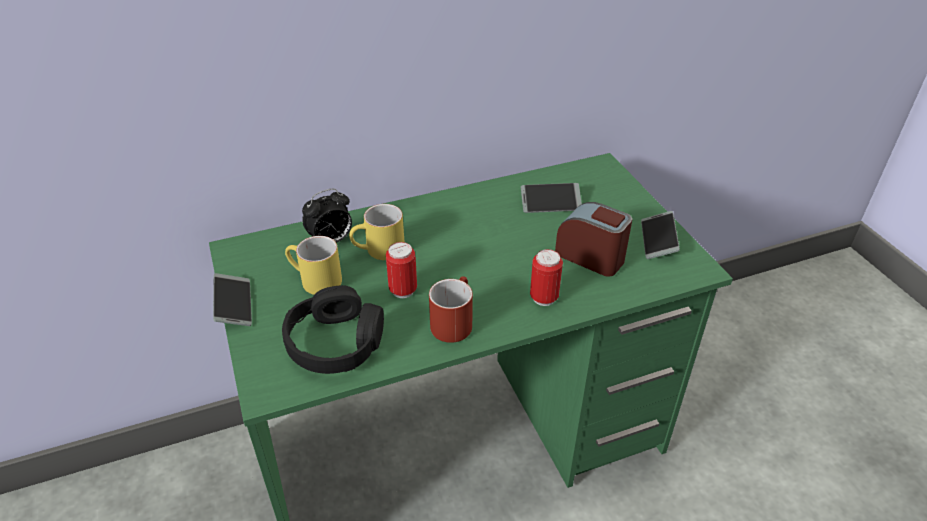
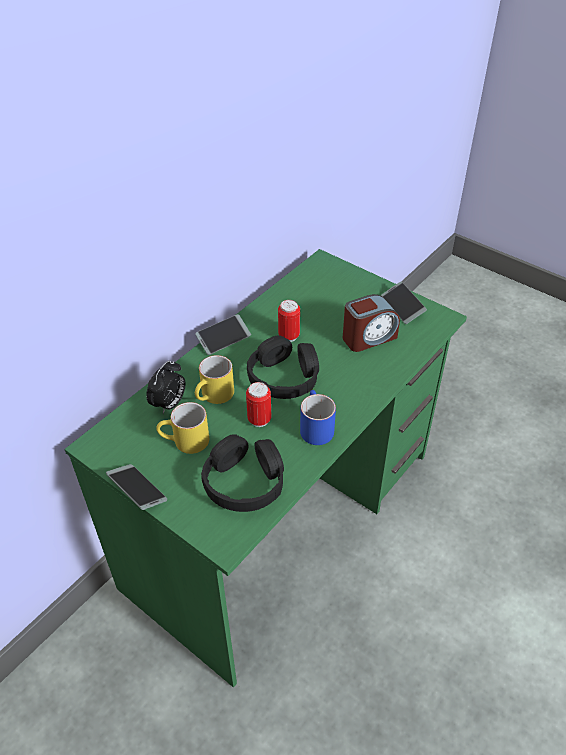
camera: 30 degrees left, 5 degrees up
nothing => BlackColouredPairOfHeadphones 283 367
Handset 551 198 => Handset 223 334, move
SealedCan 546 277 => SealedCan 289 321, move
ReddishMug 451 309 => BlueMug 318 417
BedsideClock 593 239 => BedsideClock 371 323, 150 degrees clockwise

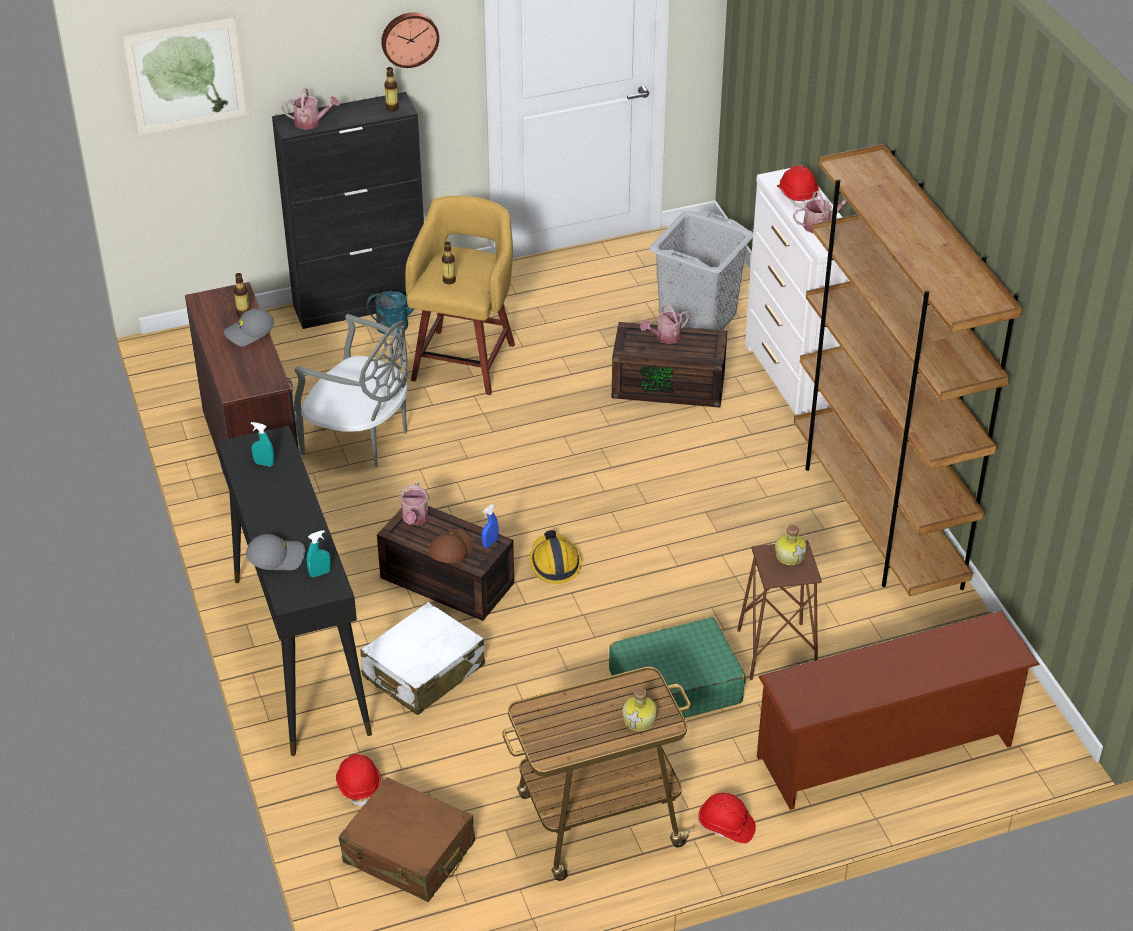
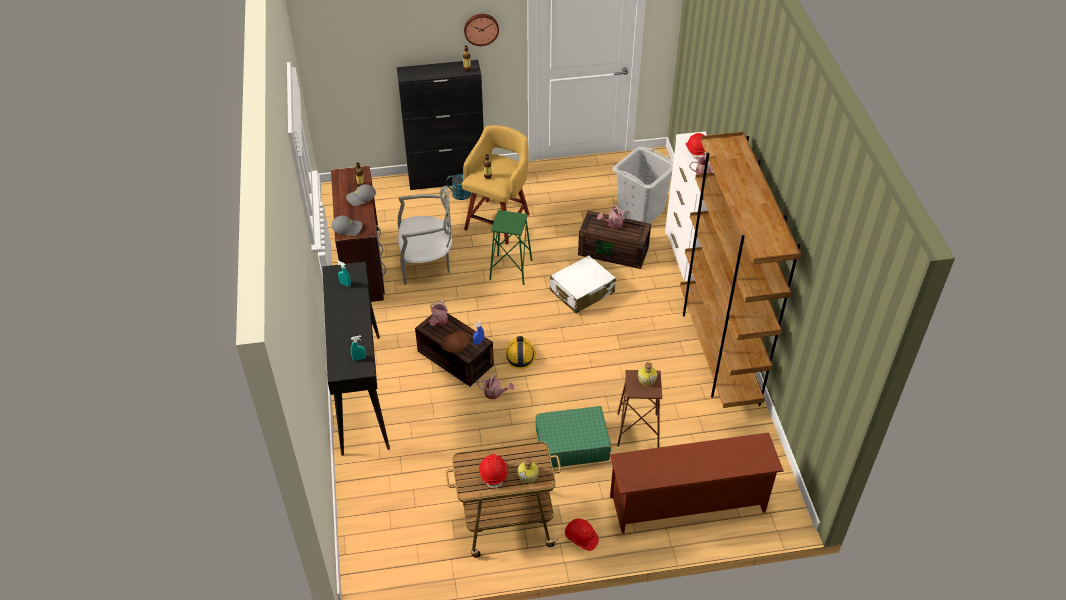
camera: 10 degrees right, 5 degrees up
WallPicture 184 76 => nothing
BrownColouredPieceOfLuggage 407 839 => nothing
nothing => GreenStoolSeat 510 247
GreyCap 275 552 => GreyCap 347 226, move
SprinklingCan 310 108 => SprinklingCan 495 386, move
ReddishWorkHelmet 358 780 => ReddishWorkHelmet 493 471, move
WhitishPieceOfLuggage 422 658 => WhitishPieceOfLuggage 583 284, move
GreyPlainChair 351 390 => GreyPlainChair 424 235, 45 degrees counterclockwise

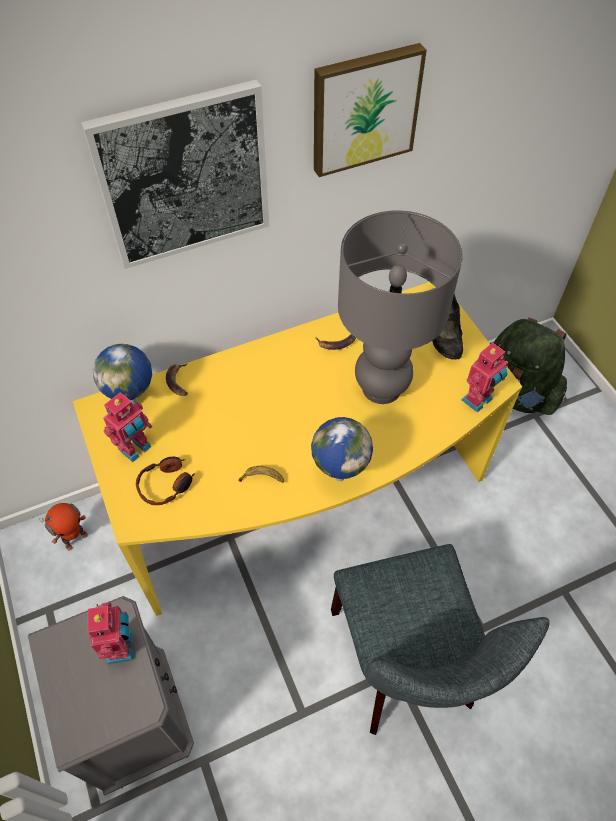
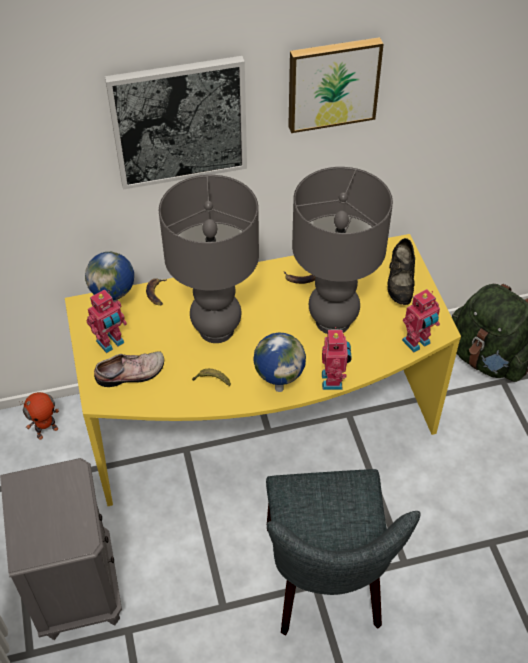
camera: 10 degrees right, 5 degrees down
nothing => GreyTableLamp 209 259
RobotFigure 110 634 => RobotFigure 336 358, move
PairOfHeadphones 165 481 => Shoe 129 369

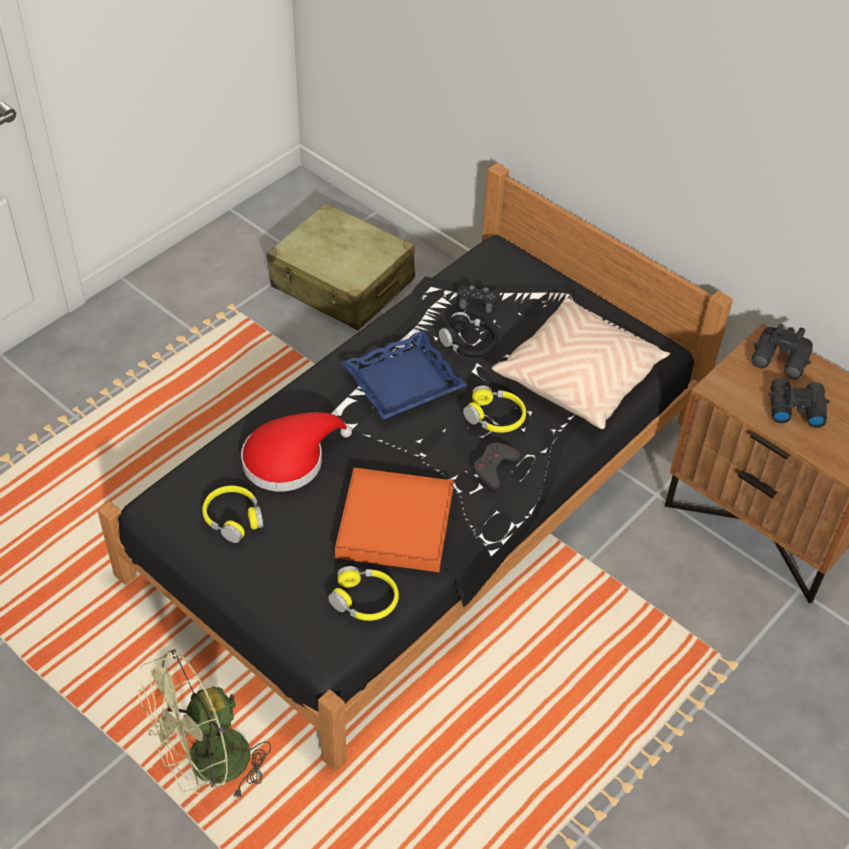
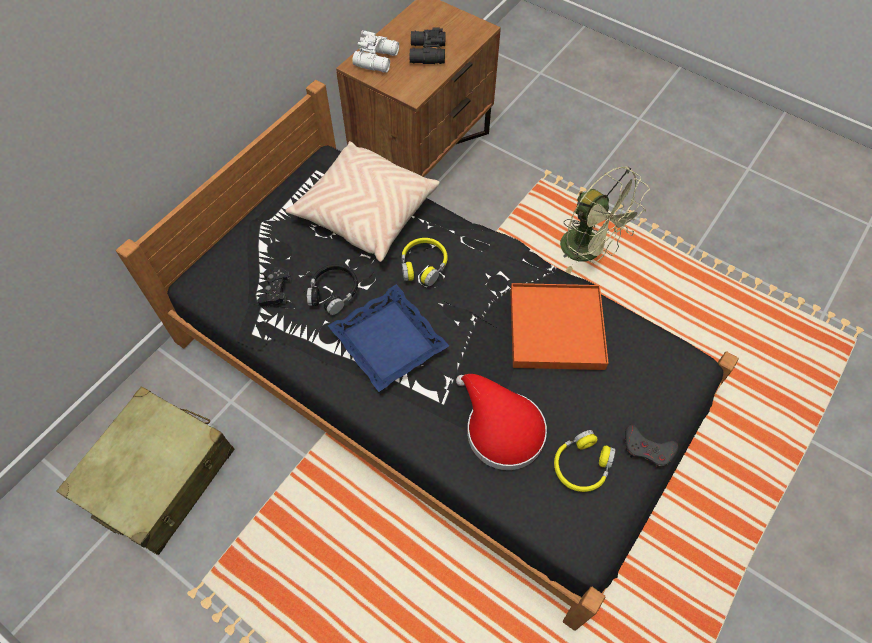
camera: 95 degrees left, 10 degrees up
YellowishPairOfHeadphones 363 593 => nothing
GreenFan 204 725 => GreenFan 605 220, move
GreyGamepad 497 466 => GreyGamepad 651 446, move
BlackColouredBinoculars 782 351 => WhitishBinoculars 376 51

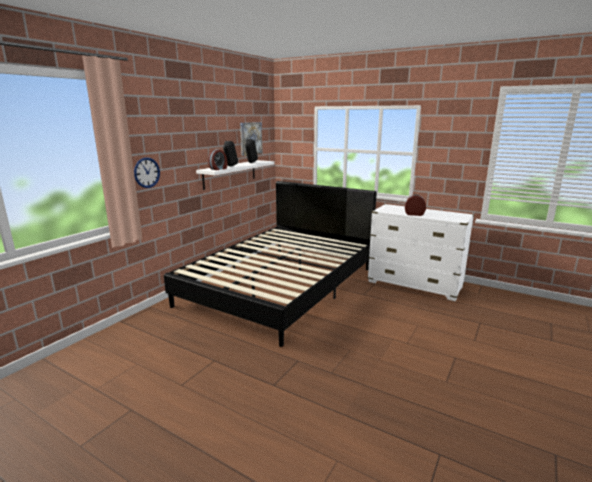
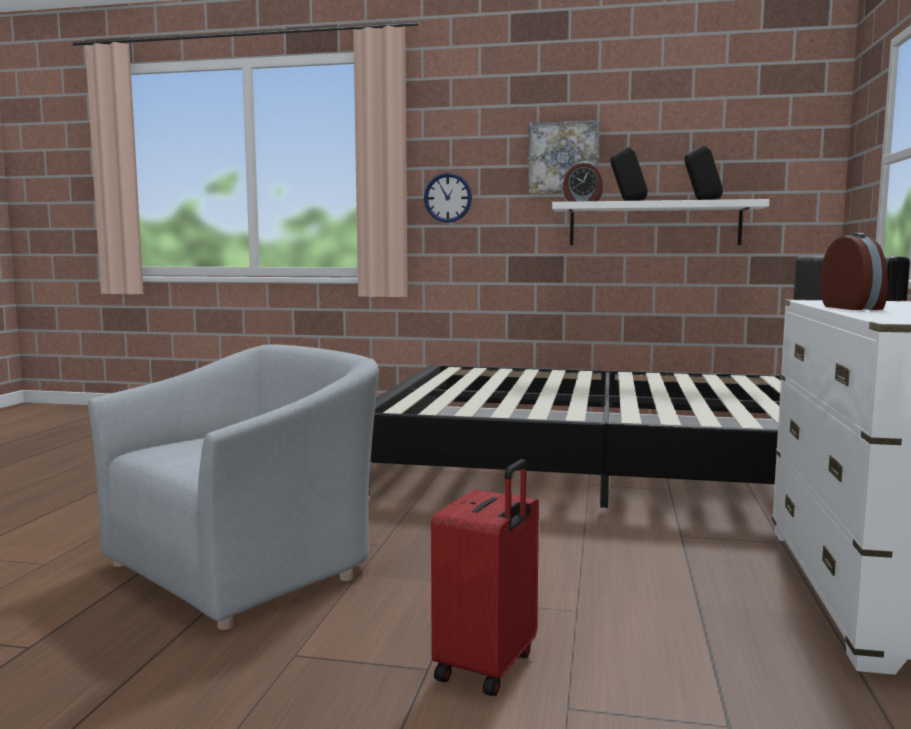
camera: 70 degrees right, 10 degrees down
nothing => GreyEasyChair 233 487
nothing => ReddishPieceOfLuggage 485 577
WallPicture 251 139 => WallPicture 564 157, move

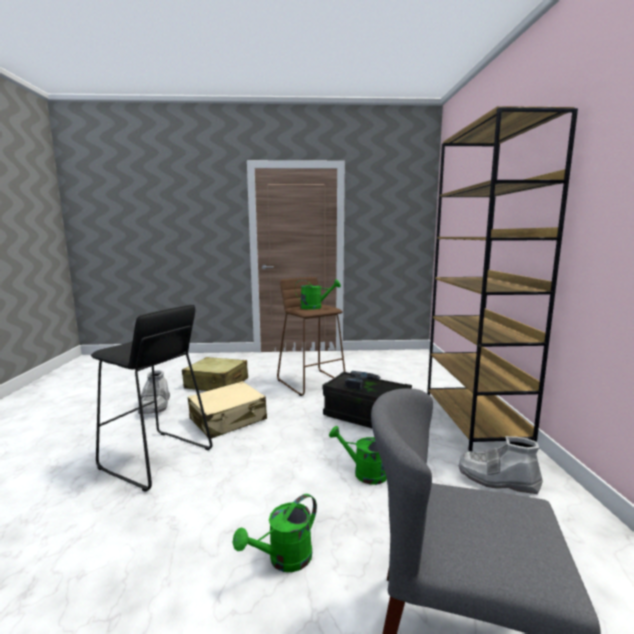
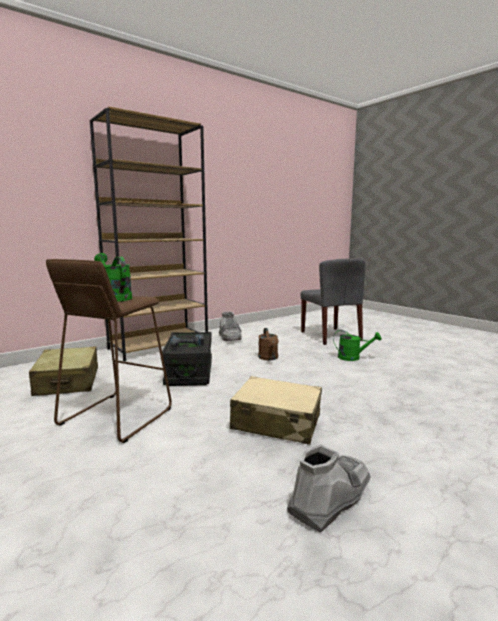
camera: 125 degrees left, 0 degrees up
BlackColouredStoolSeat 151 398 => nothing
BeigeColouredPieceOfLuggage 215 374 => BeigeColouredPieceOfLuggage 63 371, move
GreenSprinklingCan 358 455 => BrownColouredSprinklingCan 268 344

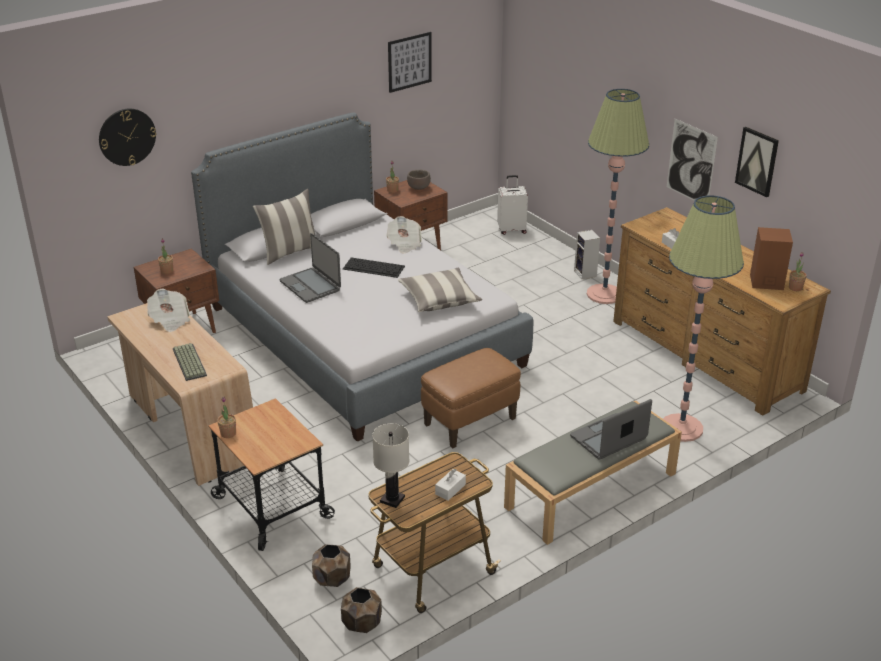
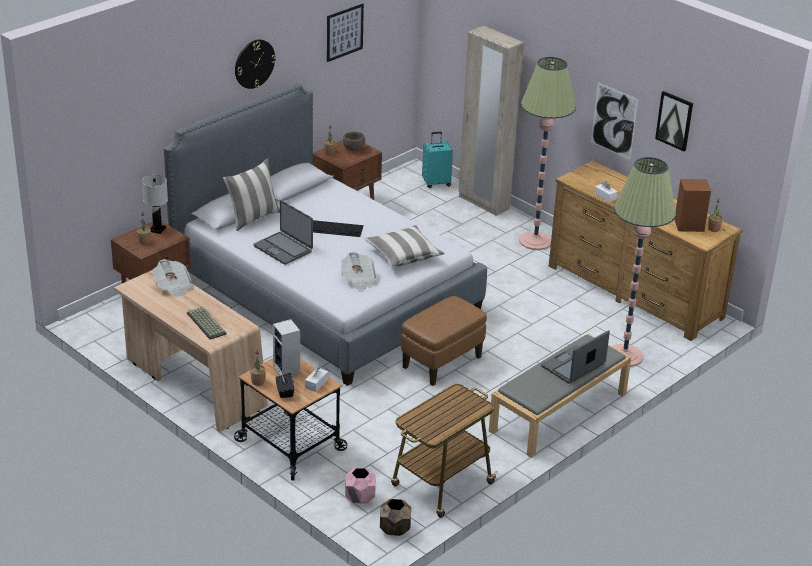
camera: 10 degrees left, 0 degrees up
nothing => BlackColouredTissueHolder 285 385
nothing => BeigeColouredWardrobe 491 121
ClockOnTheWall 127 137 => ClockOnTheWall 255 64, move
WhitishTableLamp 390 465 => WhitishTableLamp 155 204, move
Newspaper 404 235 => Newspaper 359 271, move
WhitishTissueHolder 450 485 => WhitishTissueHolder 316 379, move
AudioSpeaker 587 254 => AudioSpeaker 286 347, move
BrownColouredPlanter 331 565 => PinkishPlanter 360 486
WhitishPieceOfLuggage 512 205 => TurquoiseColouredPieceOfLuggage 437 160

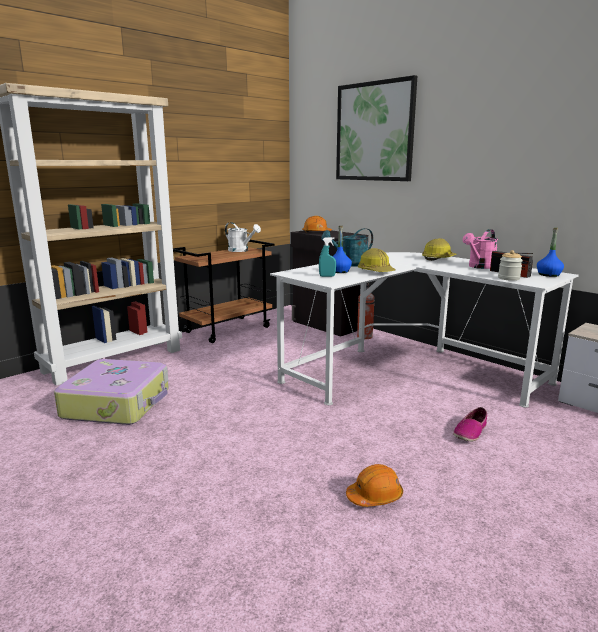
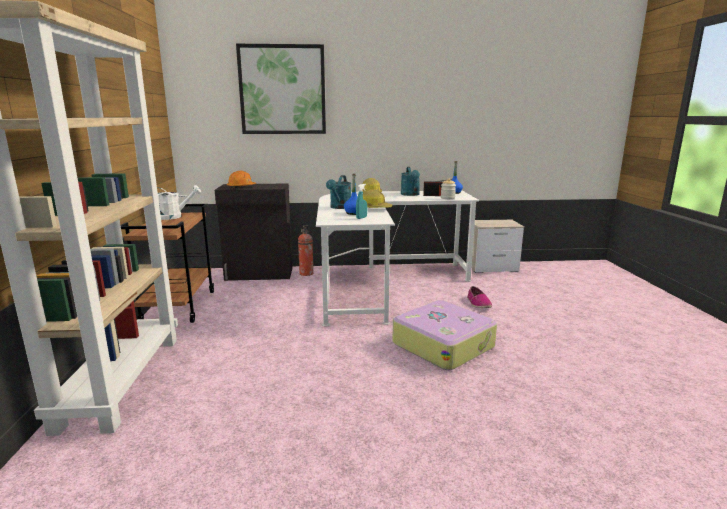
camera: 50 degrees left, 0 degrees up
OrangeColouredWorkHelmet 374 485 => nothing
PieceOfLuggage 111 392 => PieceOfLuggage 444 335, move
PinkishSprinklingCan 480 249 => TurquoiseColouredSprinklingCan 410 181

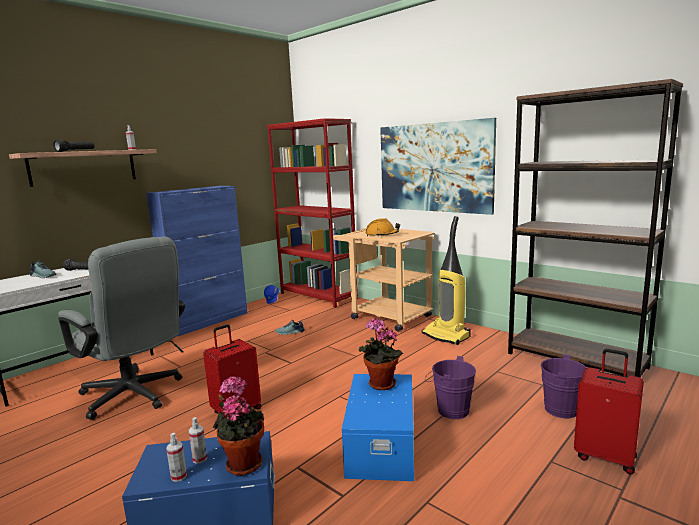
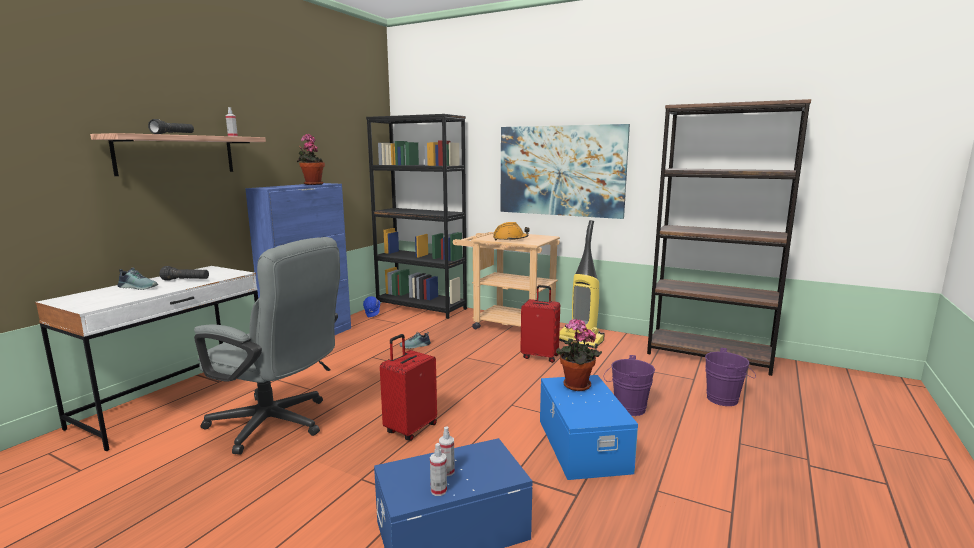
camera: 15 degrees left, 0 degrees up
PlantInAPot 238 426 => PlantInAPot 311 159, move
ReddishPieceOfLuggage 609 411 => ReddishPieceOfLuggage 540 324, move
ReddishBookcase 312 213 => BlackColouredBookcase 416 216

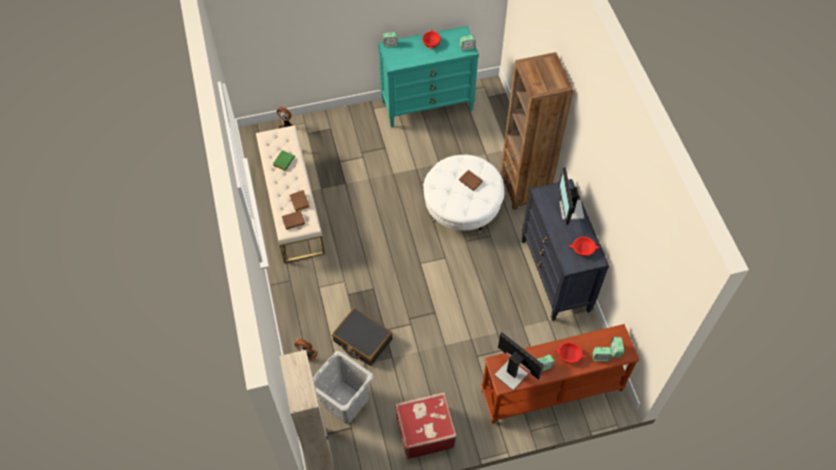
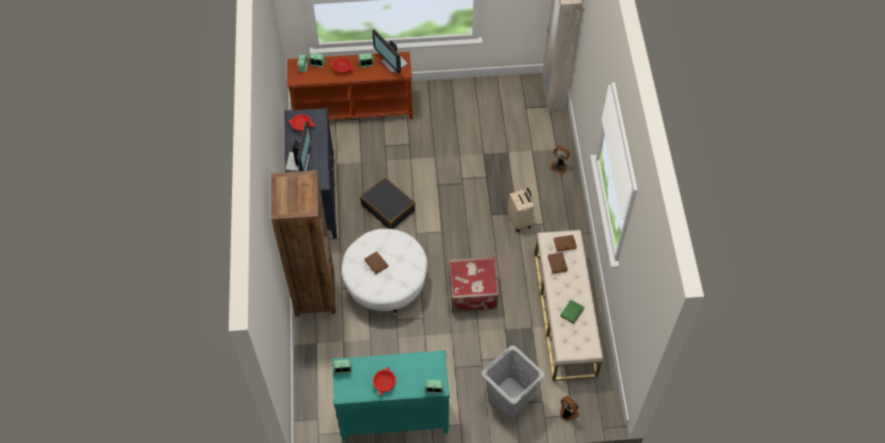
camera: 170 degrees left, 0 degrees up
nothing => BeigeColouredPieceOfLuggage 521 210
GreyWashingBasket 343 387 => GreyWashingBasket 513 381, move
BlackColouredPieceOfLuggage 362 337 => BlackColouredPieceOfLuggage 387 203, move
ReddishPieceOfLuggage 426 425 => ReddishPieceOfLuggage 474 284, move

